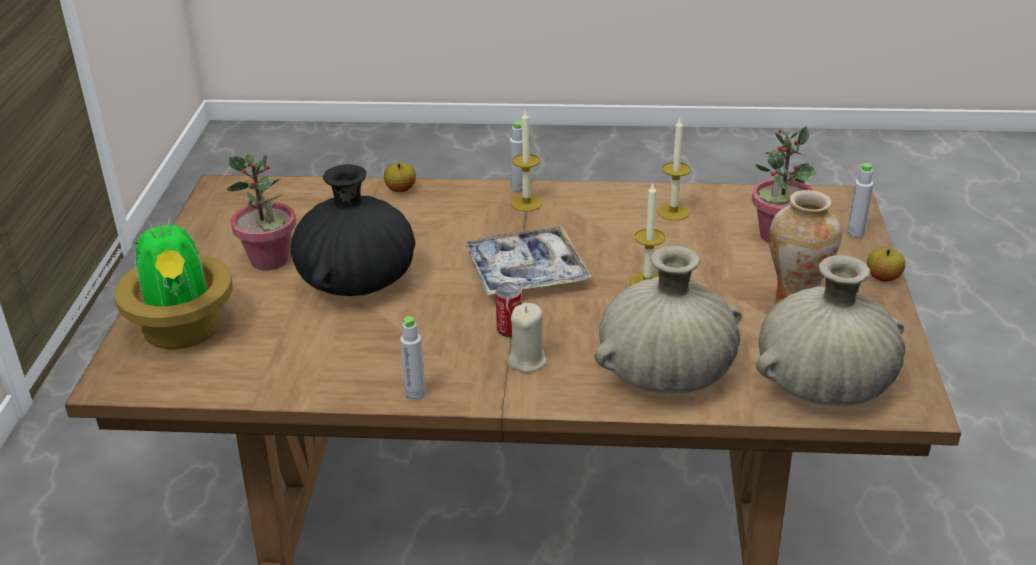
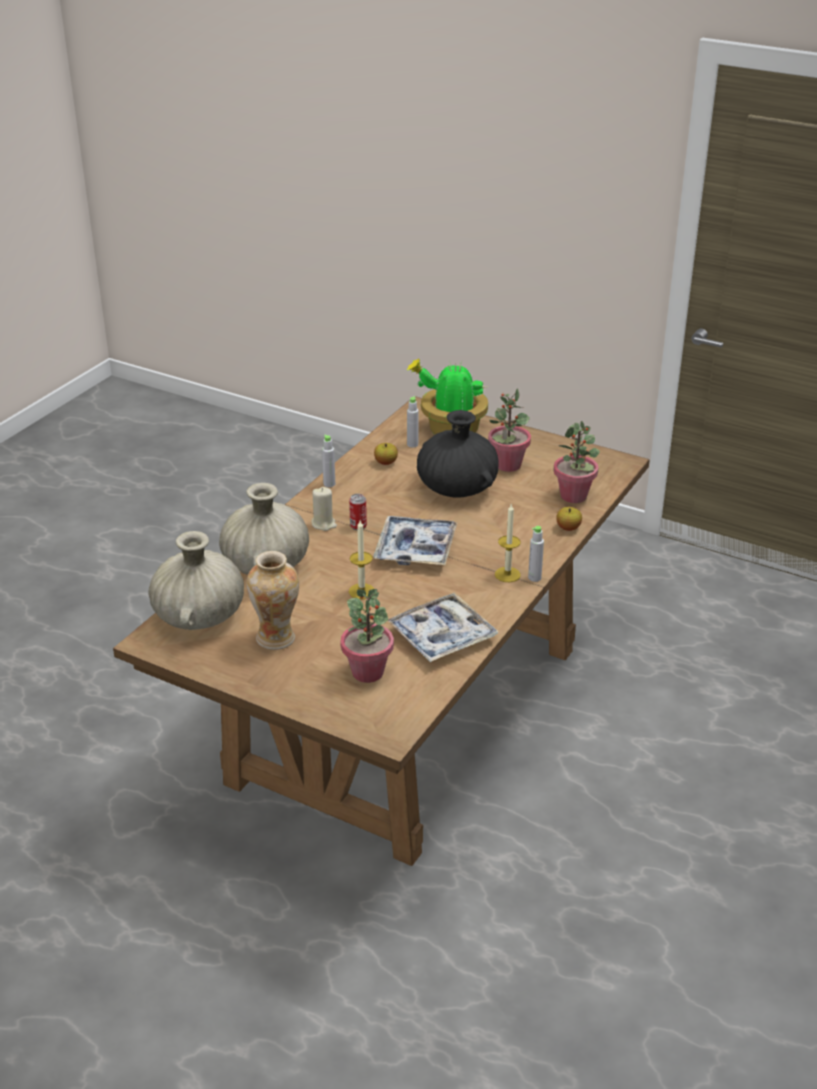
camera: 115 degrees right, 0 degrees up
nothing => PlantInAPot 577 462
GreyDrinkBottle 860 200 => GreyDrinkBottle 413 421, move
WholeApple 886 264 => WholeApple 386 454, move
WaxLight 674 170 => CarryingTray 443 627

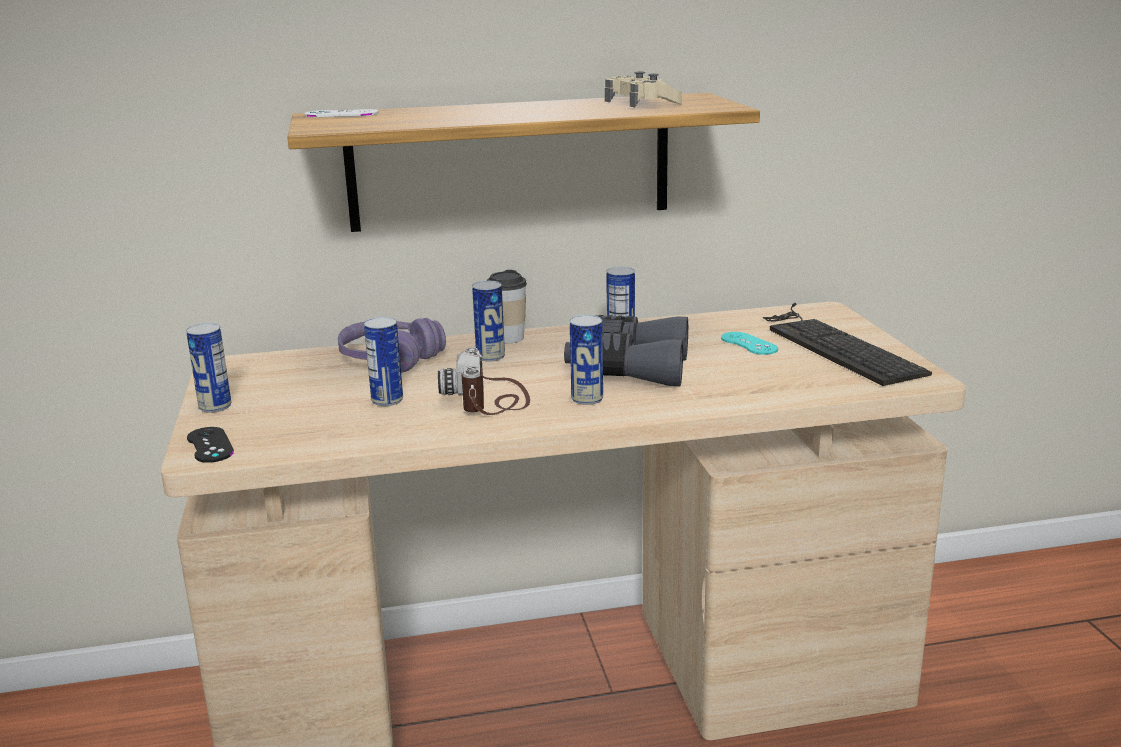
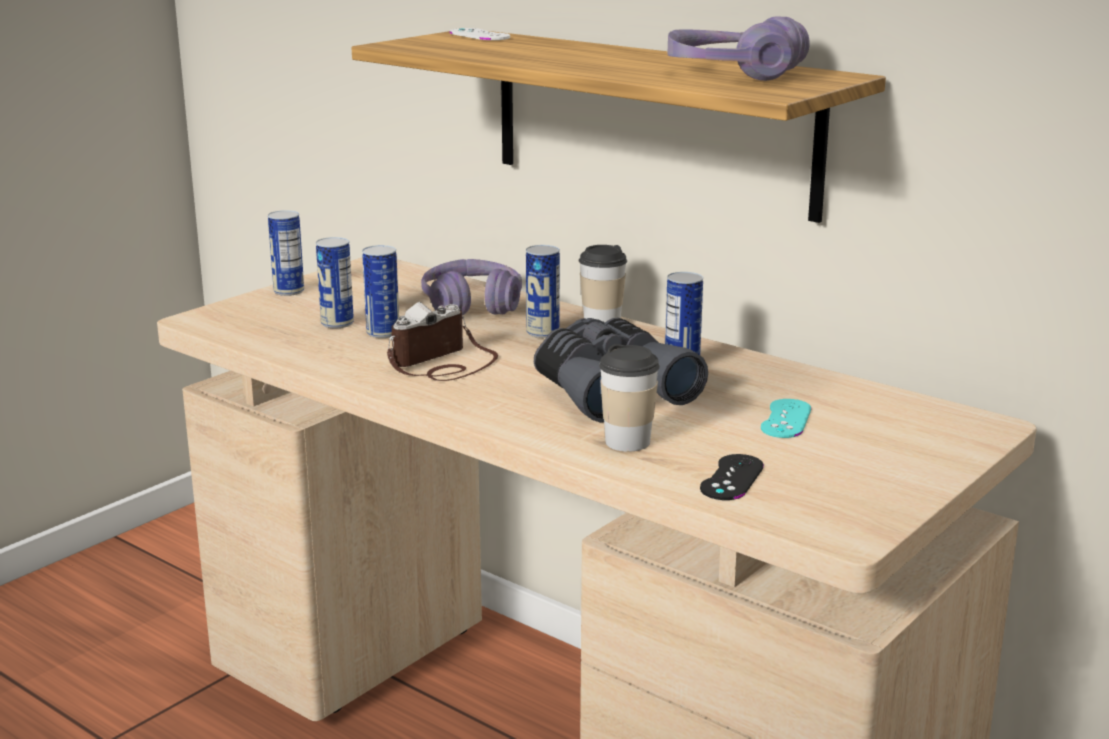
camera: 50 degrees right, 0 degrees up
ComputerKeyboard 847 344 => nothing
nothing => SmallCup 629 398
BlackColouredGamepad 210 445 => BlackColouredGamepad 732 477, move
SealedCan 586 360 => SealedCan 335 282, move
BeigeColouredGamepad 643 89 => PurplePairOfHeadphones 739 48

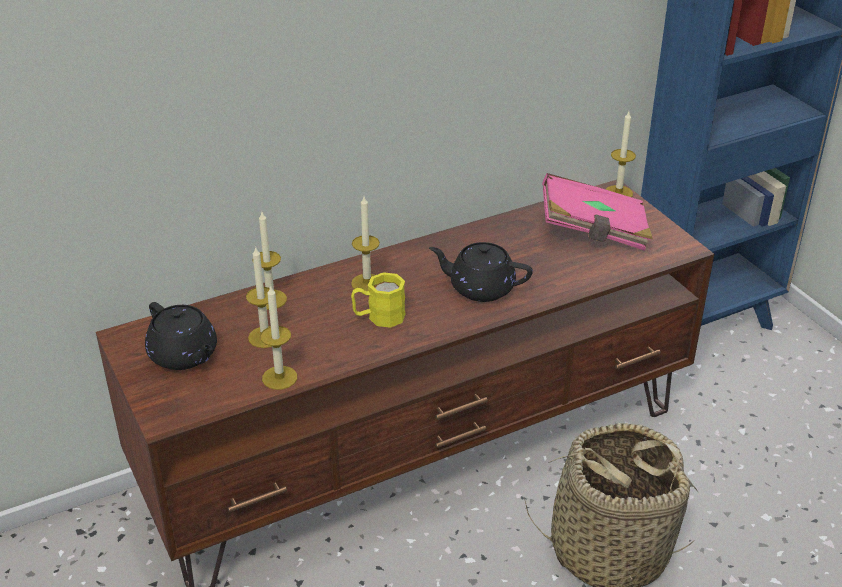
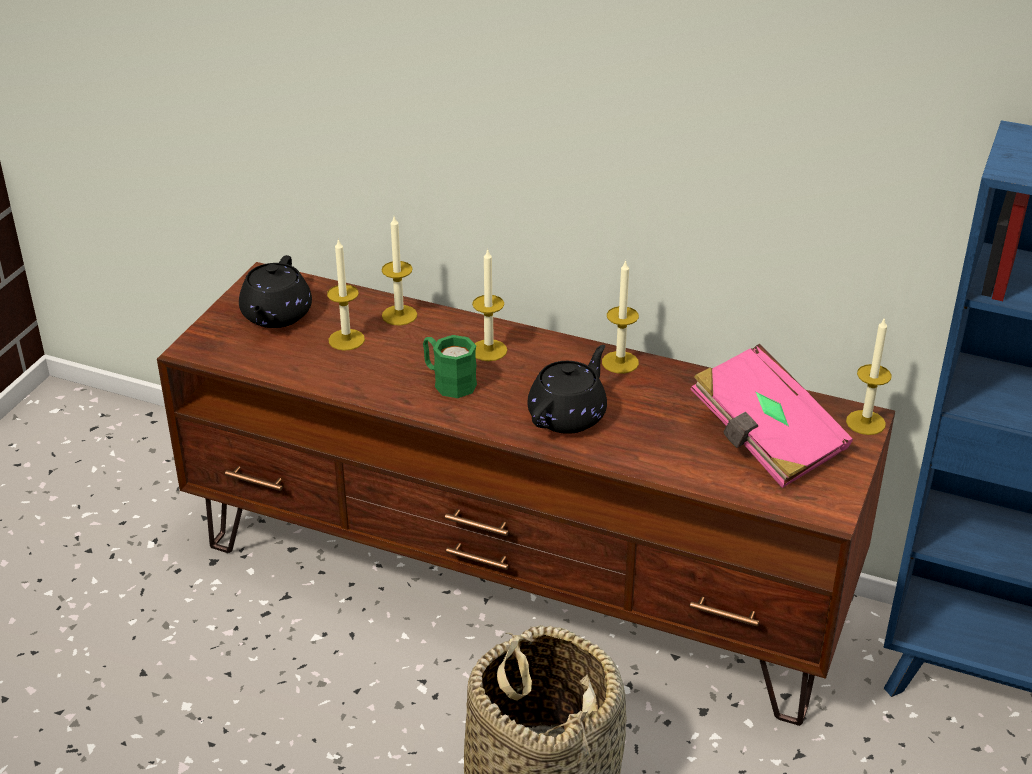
camera: 50 degrees right, 0 degrees up
WaxLight 278 337 => WaxLight 620 317, move
YellowishMug 378 300 => GreenMug 450 366
BlackColouredPotForTea 481 272 => BlackColouredPotForTea 567 389, 60 degrees clockwise

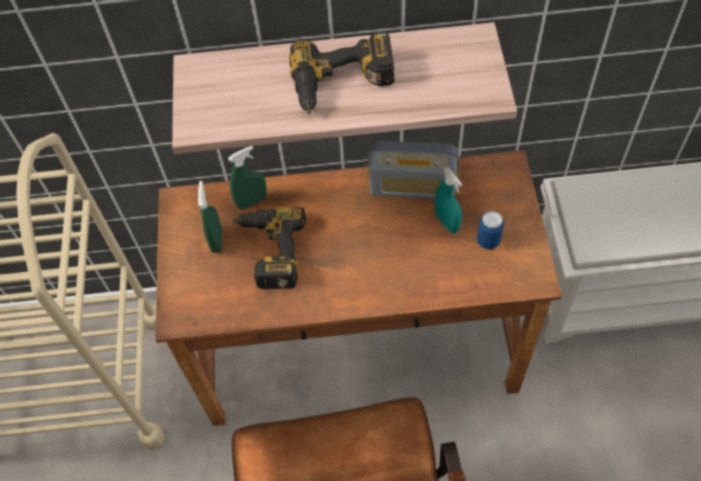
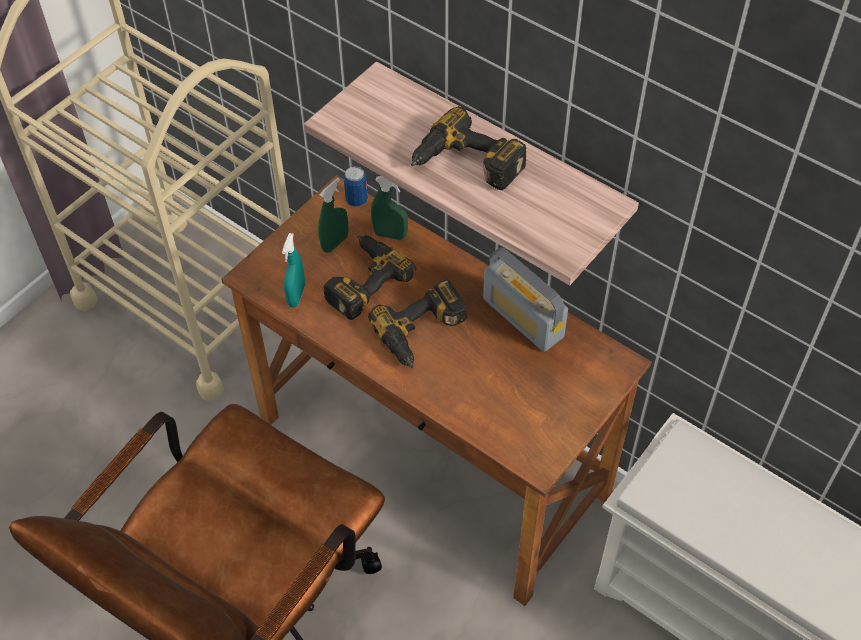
camera: 40 degrees right, 5 degrees down
nothing => PowerDrill 417 323
TurquoiseColouredSprayBottle 448 200 => TurquoiseColouredSprayBottle 293 270, move
SealedCan 490 230 => SealedCan 355 186, move

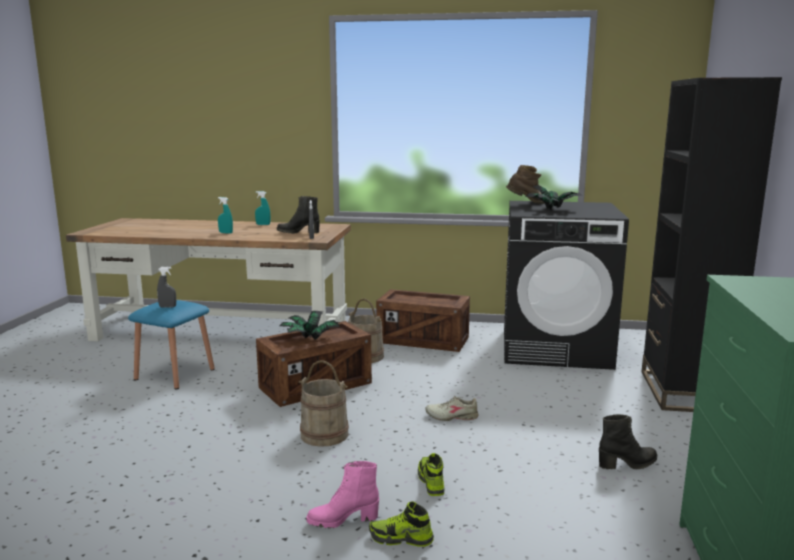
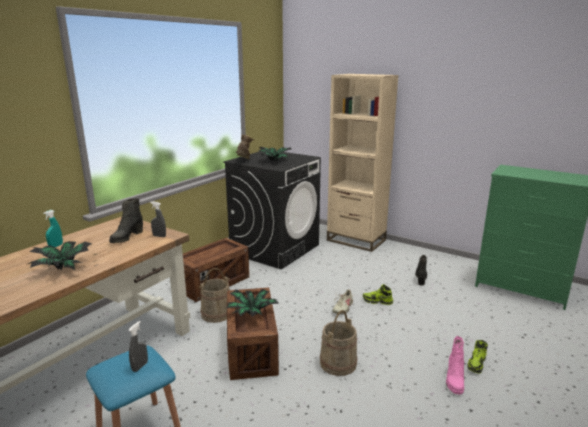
camera: 65 degrees left, 5 degrees up
Shoe 431 474 => Shoe 378 294, move
TurquoiseColouredSprayBottle 225 215 => PlantInAPot 59 255
BlackColouredBookcase 712 244 => BeigeColouredBookcase 363 163

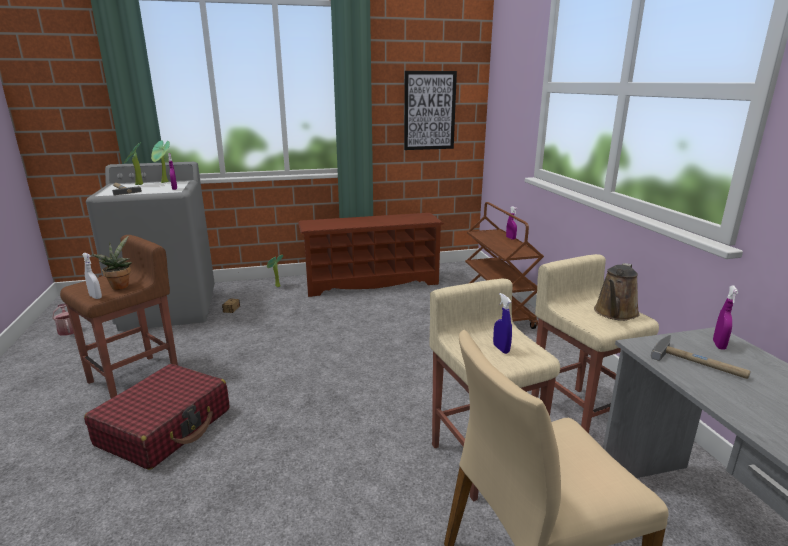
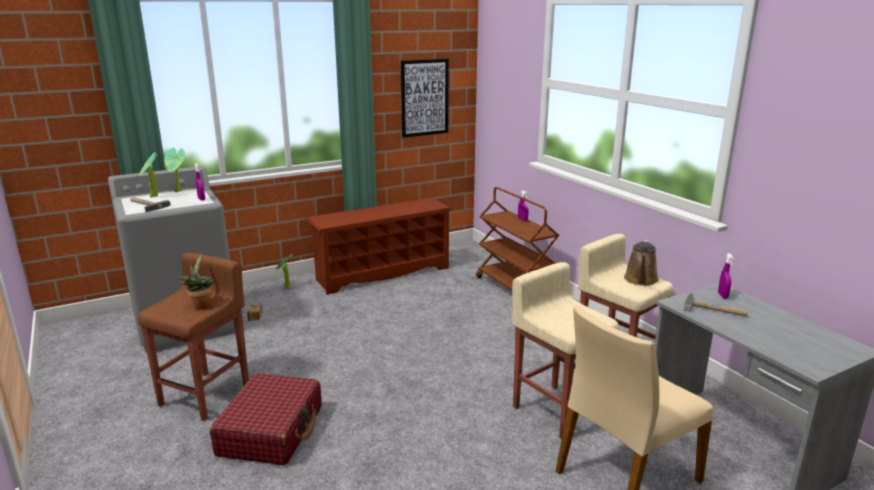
camera: 15 degrees left, 0 degrees up
SprinklingCan 63 319 => nothing
WhitishSprayBottle 92 276 => nothing
BlueSprayBottle 502 323 => nothing

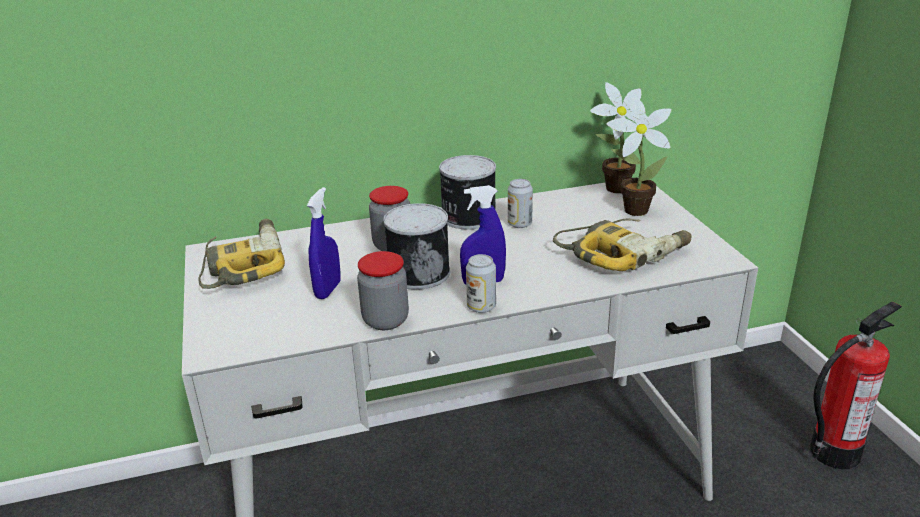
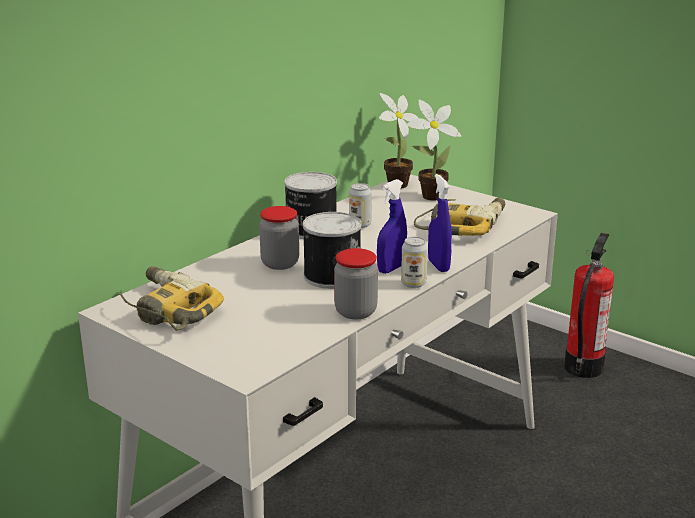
camera: 35 degrees left, 5 degrees down
BlueSprayBottle 324 243 => BlueSprayBottle 440 223, move

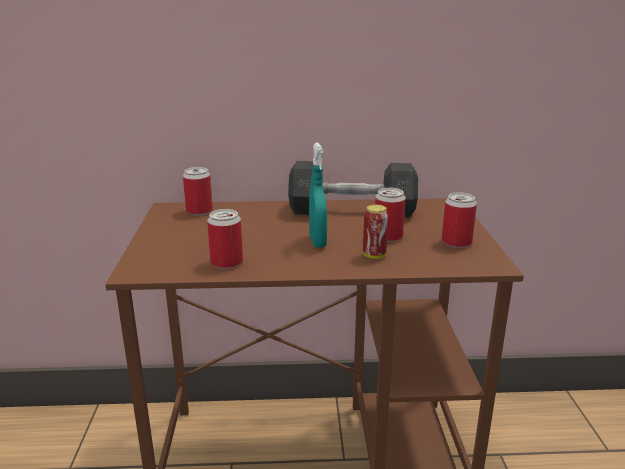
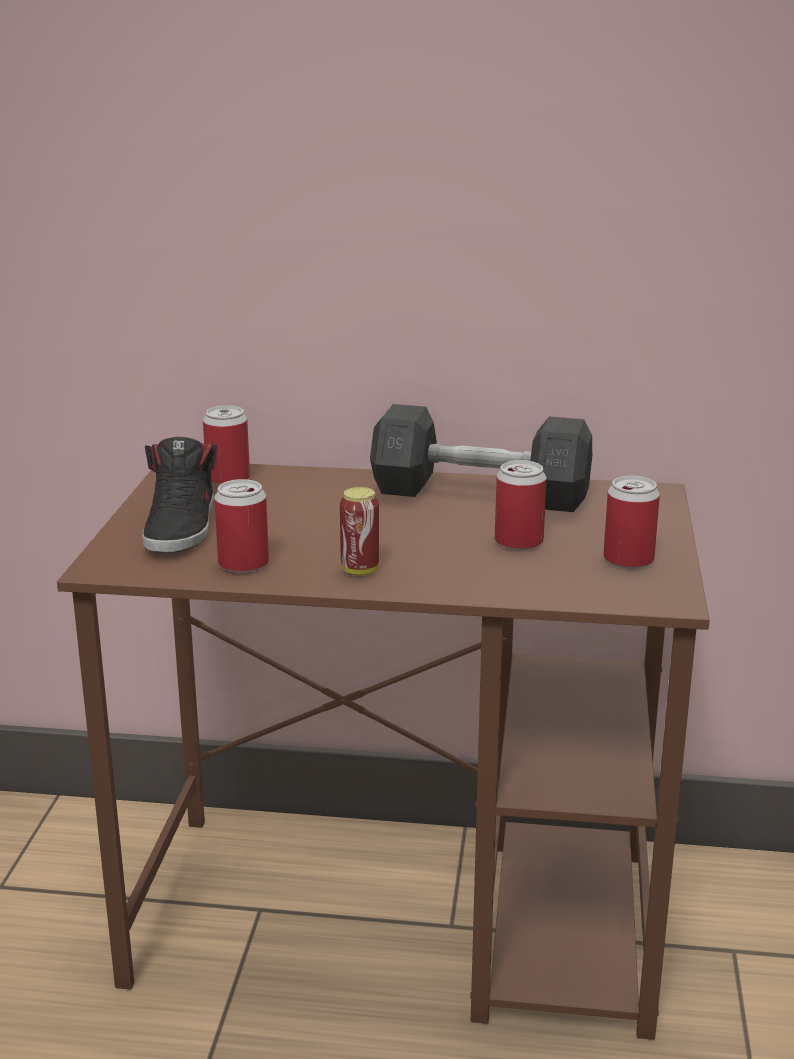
camera: 10 degrees right, 0 degrees up
TurquoiseColouredSprayBottle 318 195 => nothing
nothing => BlackColouredShoe 179 495
SealedCan 376 232 => SealedCan 359 531, move

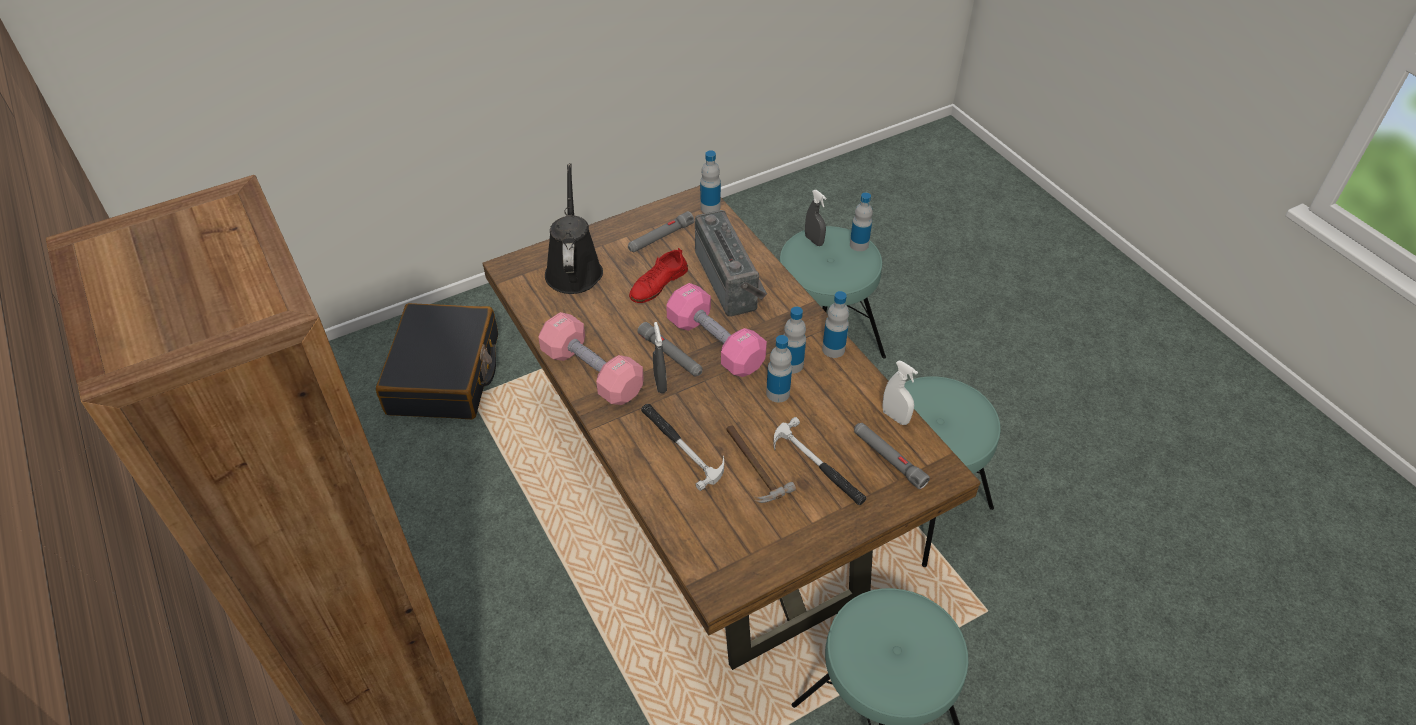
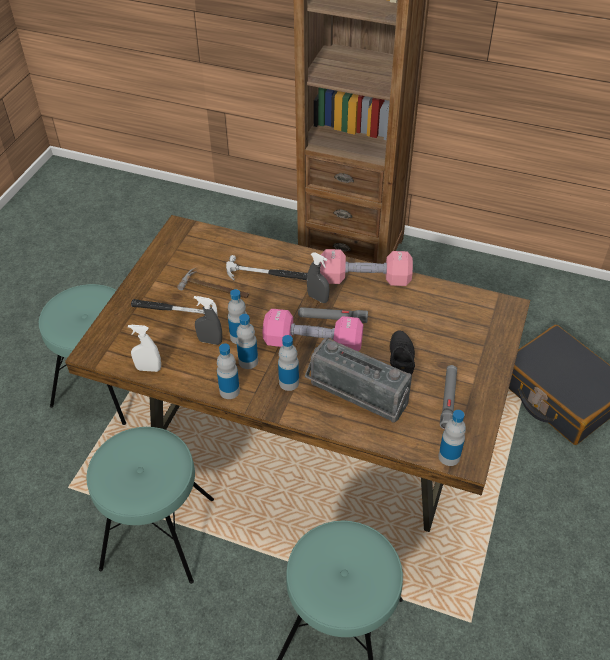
camera: 140 degrees right, 0 degrees up
BlackColouredSprinklingCan 574 228 => nothing
GreyHandTorch 892 456 => nothing
GreySprayBottle 816 218 => GreySprayBottle 208 320, move
DrinkBottle 861 222 => DrinkBottle 288 363, move
ReddishShoe 658 275 => BlackColouredShoe 403 352

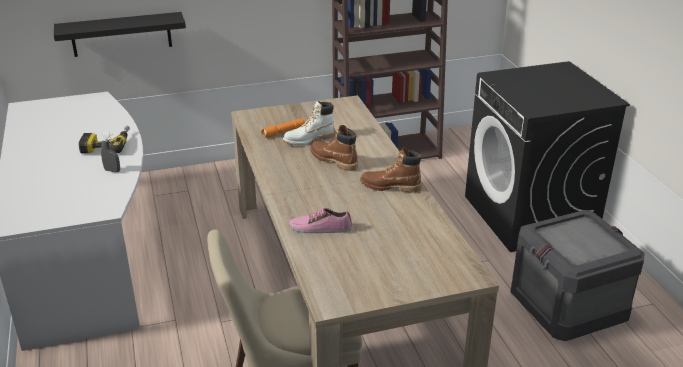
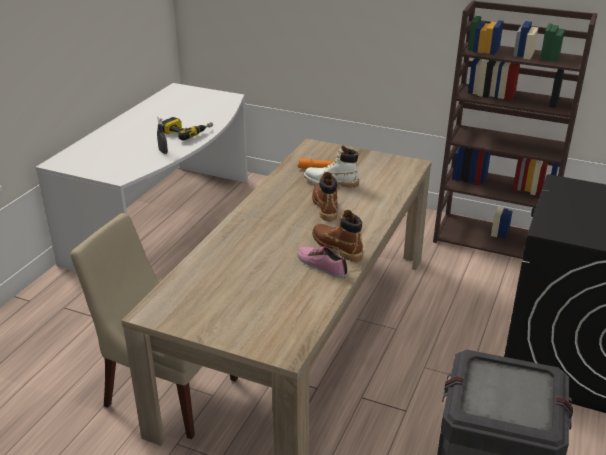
camera: 40 degrees right, 0 degrees up
BlackColouredShelf 120 34 => nothing
Shoe 320 220 => Shoe 322 262, move

